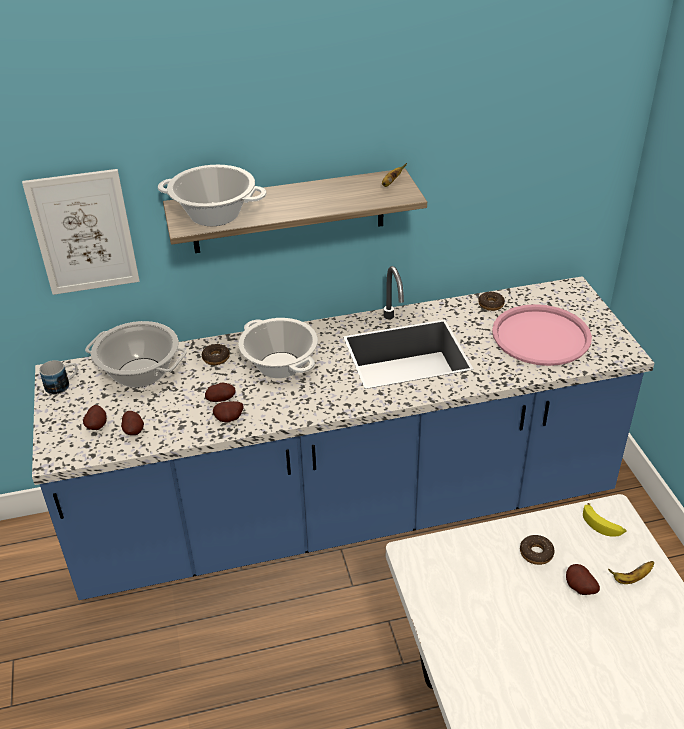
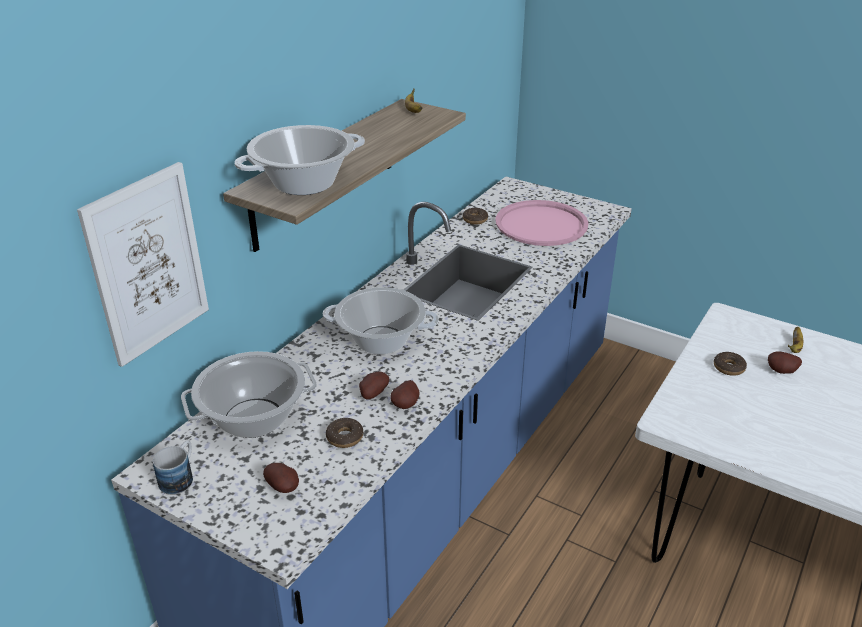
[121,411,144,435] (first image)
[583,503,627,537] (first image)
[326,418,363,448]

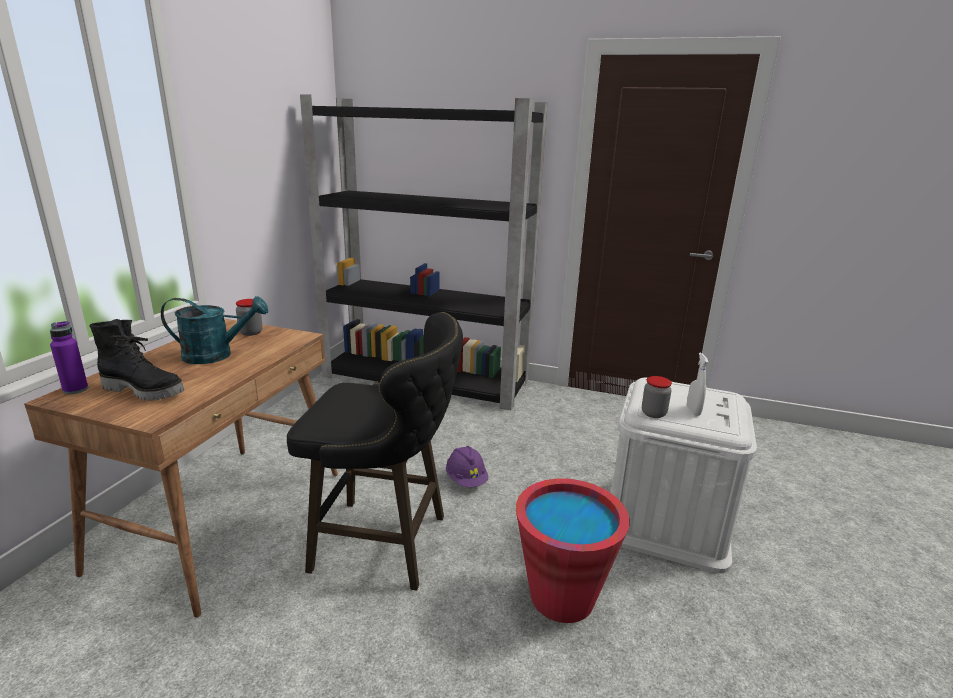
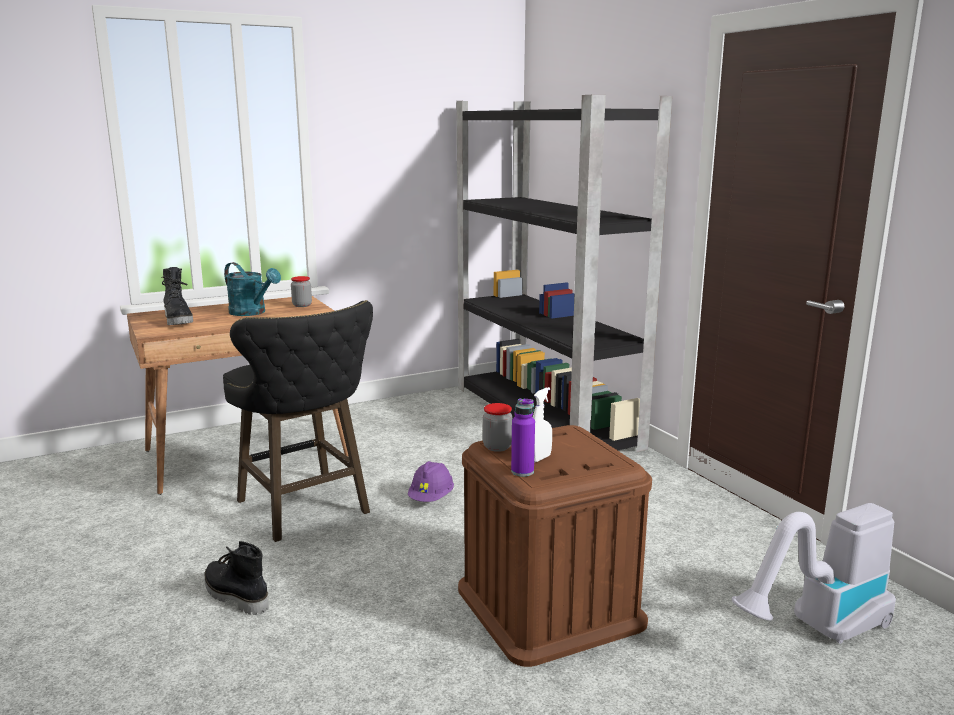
[516,478,630,623] (first image)
[205,541,269,615]
[731,503,896,644]
[511,398,535,477]
[458,425,652,667]

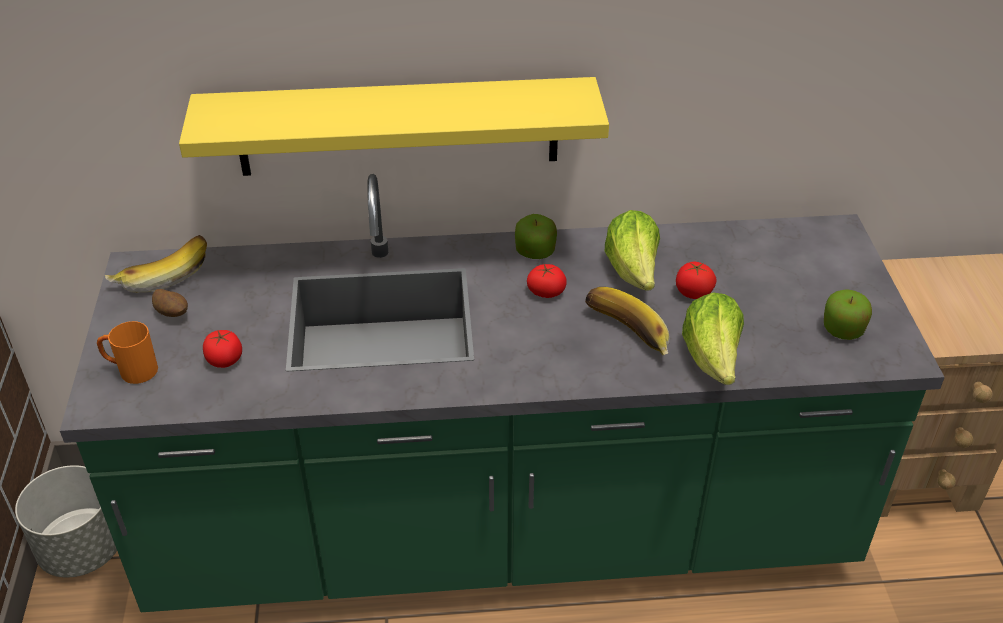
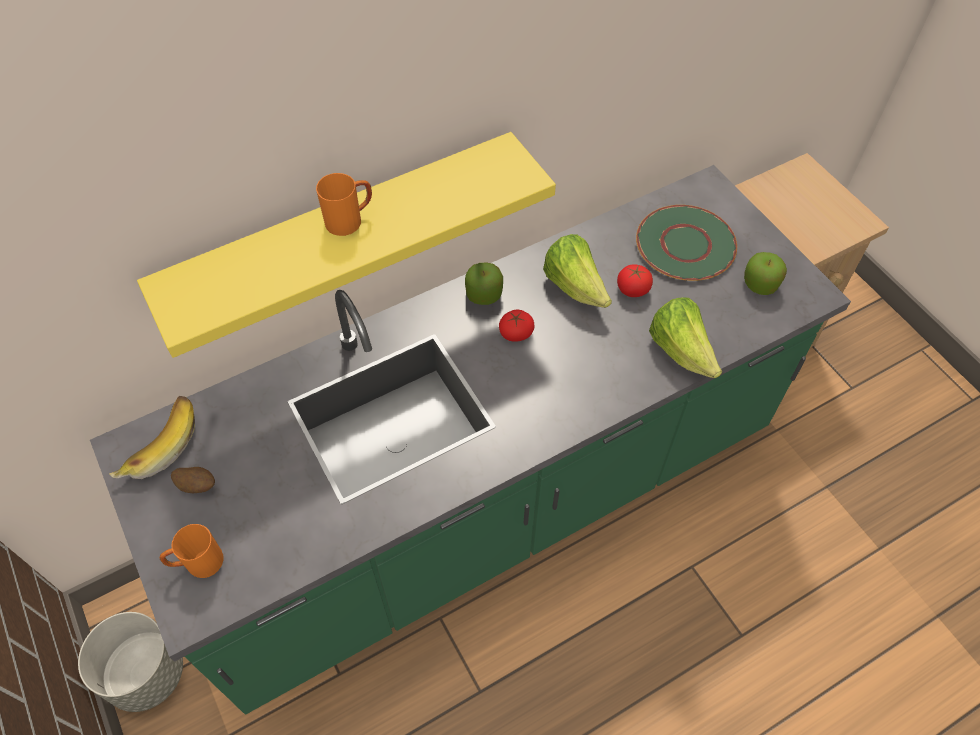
[203,330,242,368] (first image)
[585,287,669,355] (first image)
[316,173,372,236]
[636,205,737,281]

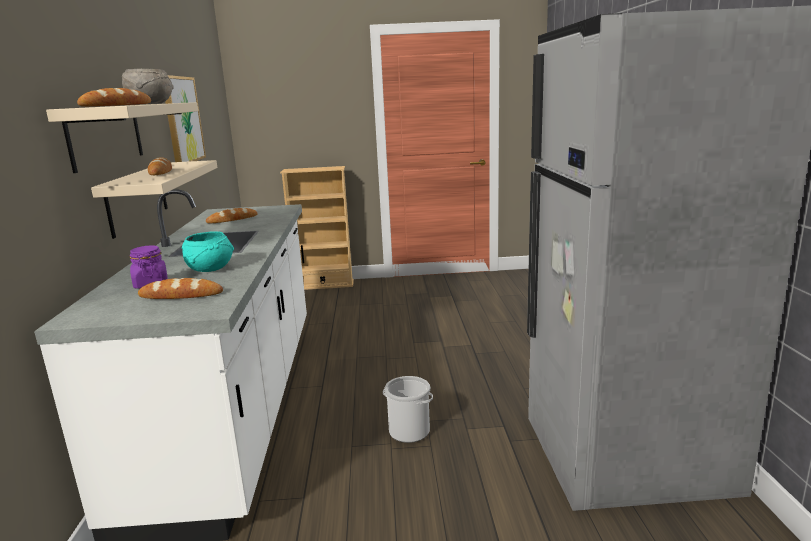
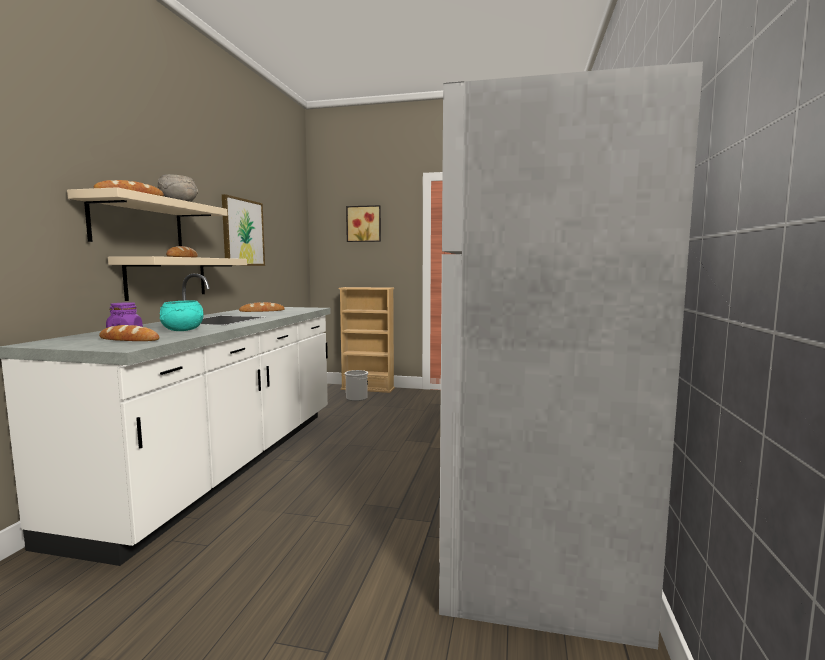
[346,205,381,242]
[344,370,368,401]

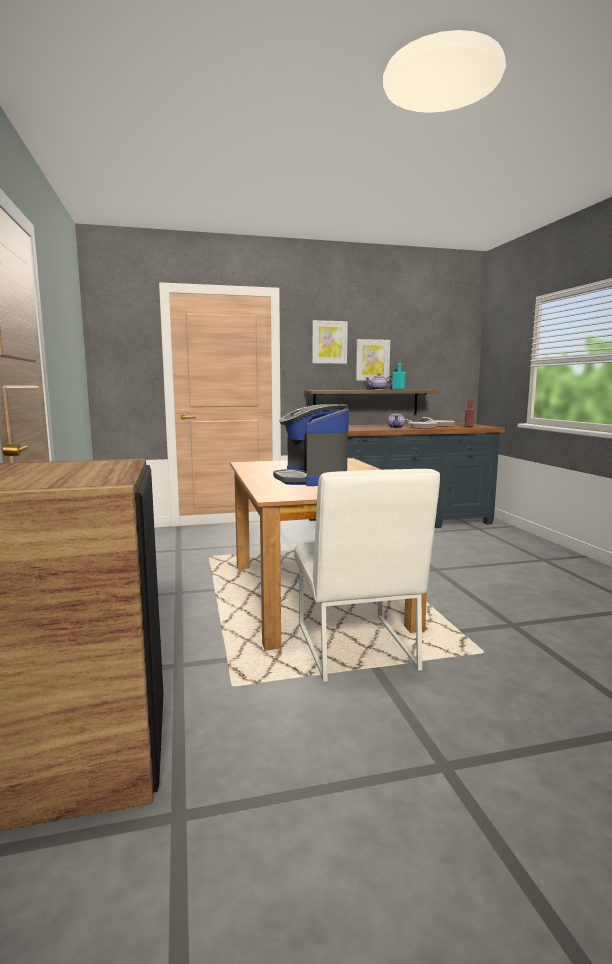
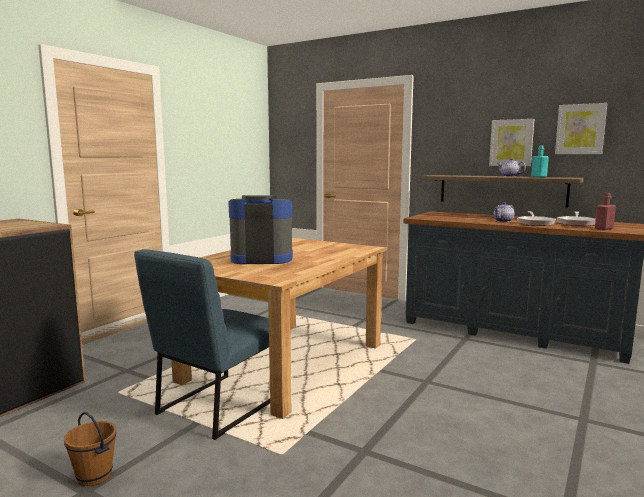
[64,412,116,486]
[555,103,607,154]
[134,249,270,440]
[228,195,293,264]

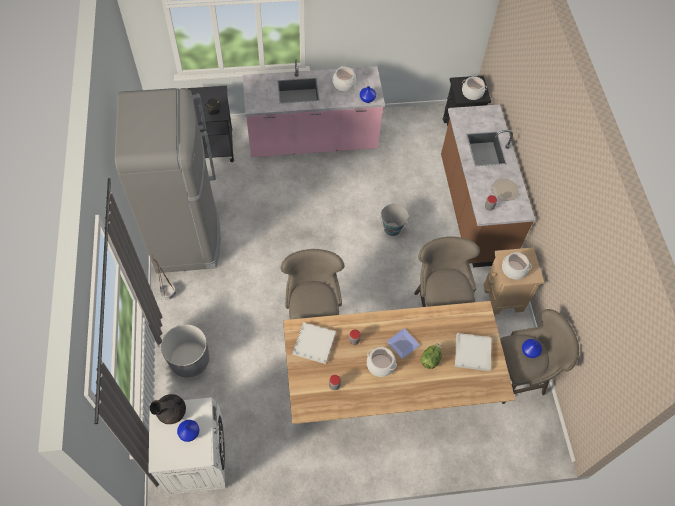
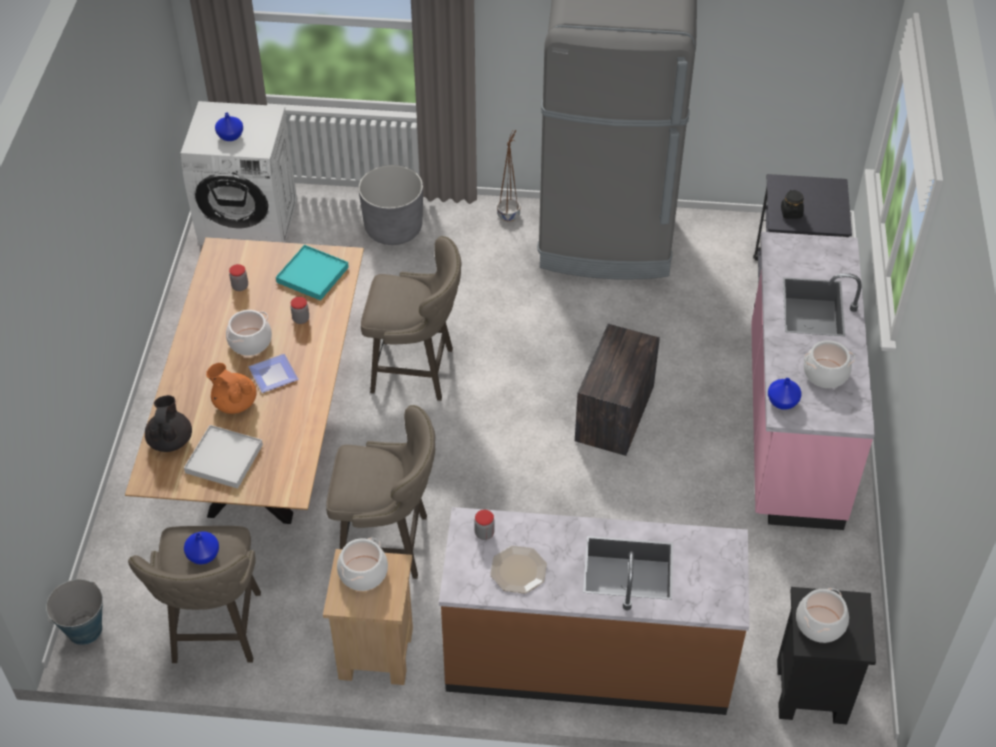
[575,324,660,456]
[145,395,192,452]
[46,579,103,645]
[206,363,256,414]
[276,245,349,301]

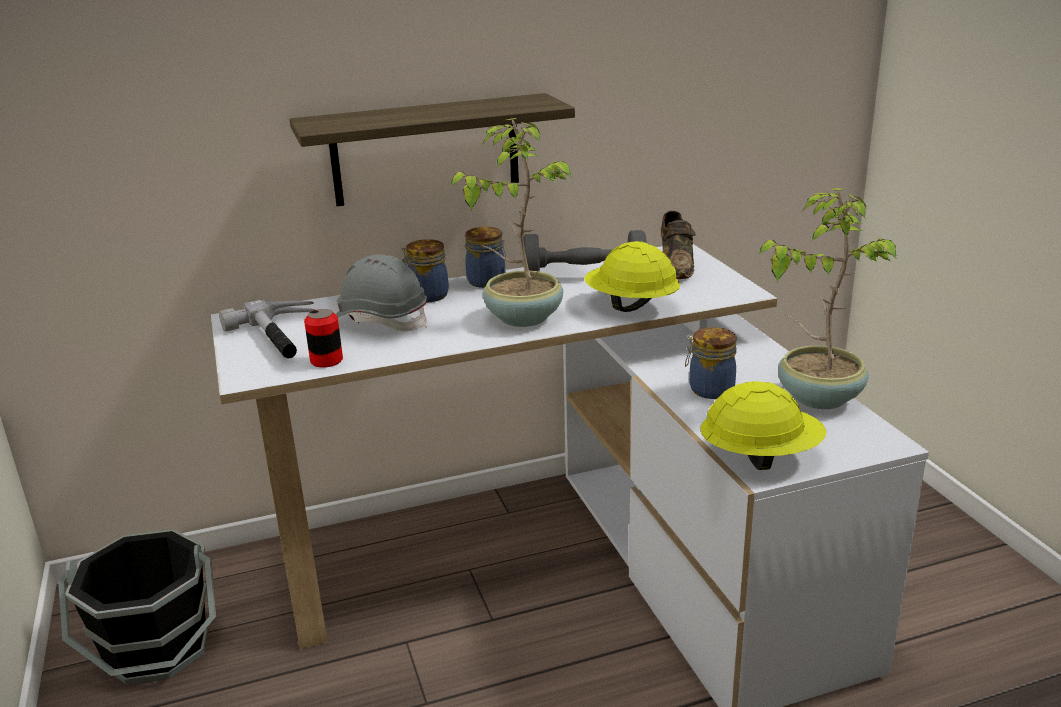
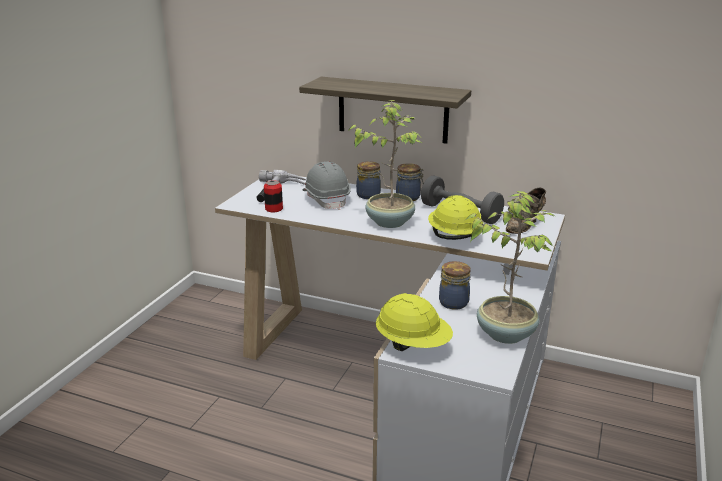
[58,529,216,685] (first image)

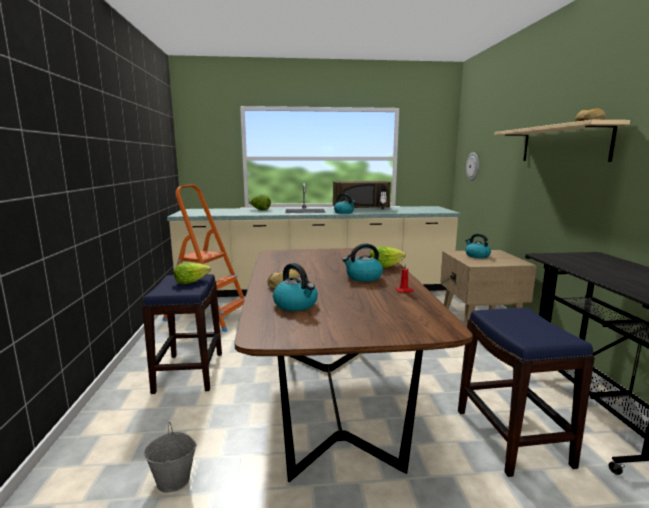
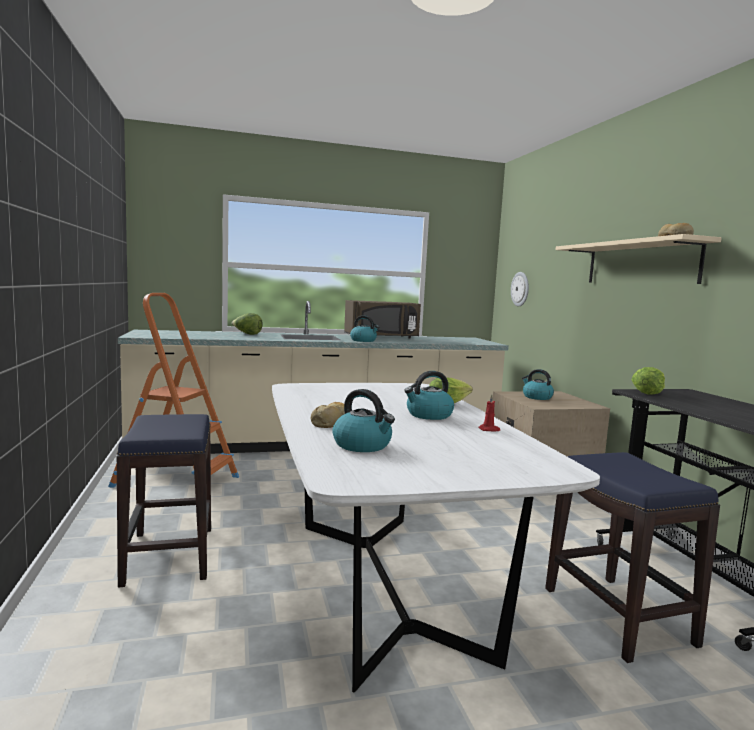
[144,422,197,493] (first image)
[631,367,665,395]
[272,383,600,693]

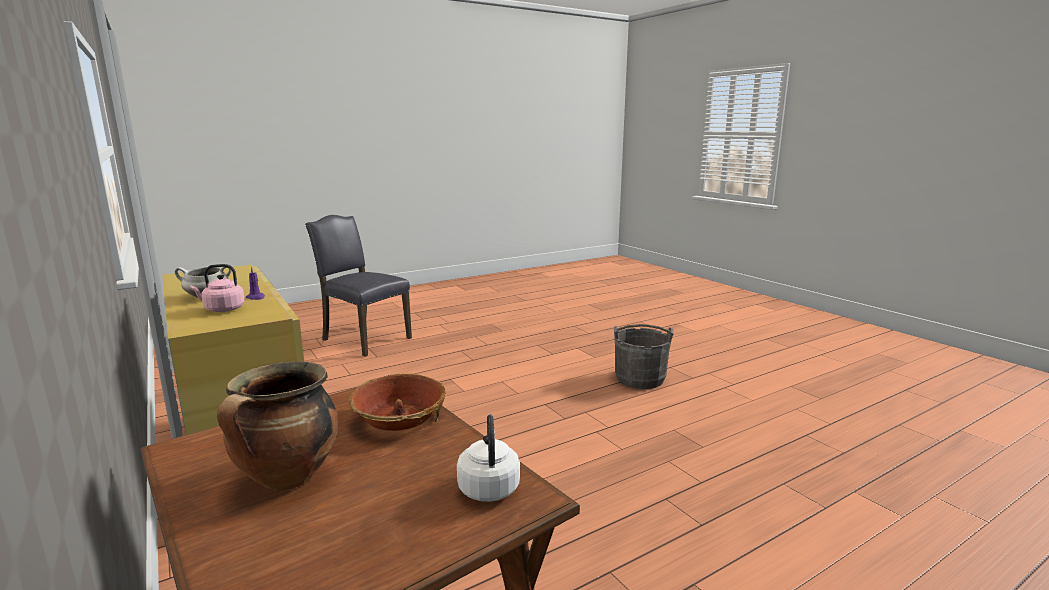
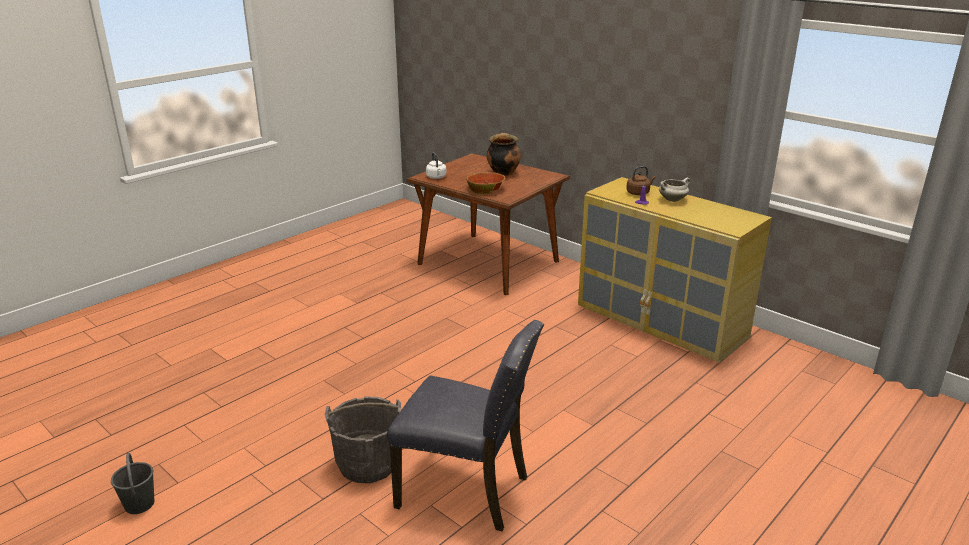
[111,453,154,514]
[387,320,544,531]
[626,166,656,195]

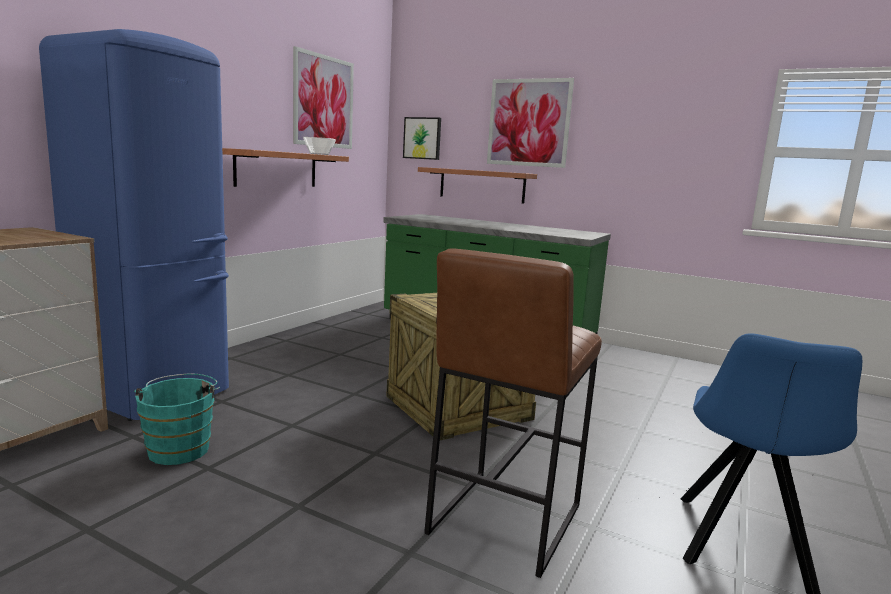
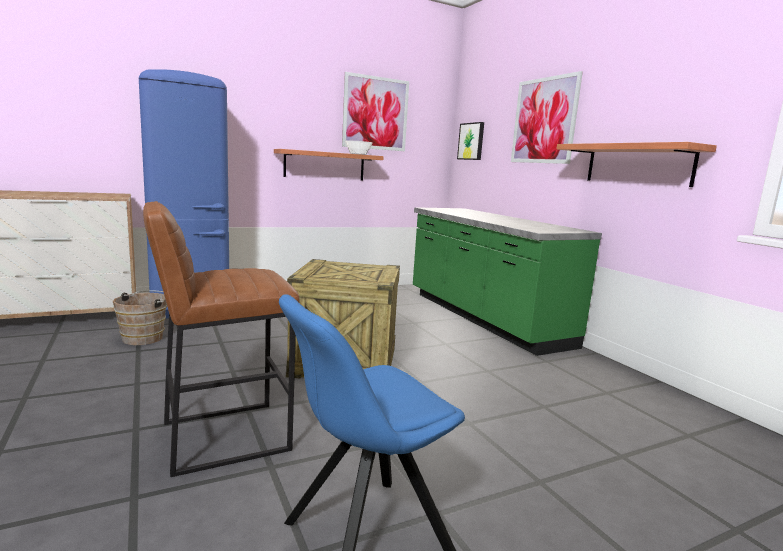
[557,142,717,187]
[113,291,167,345]

